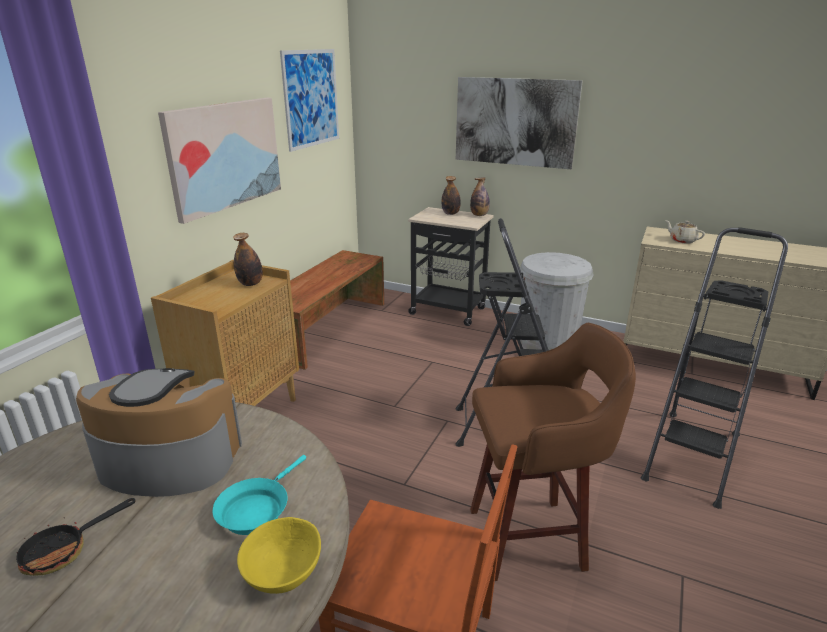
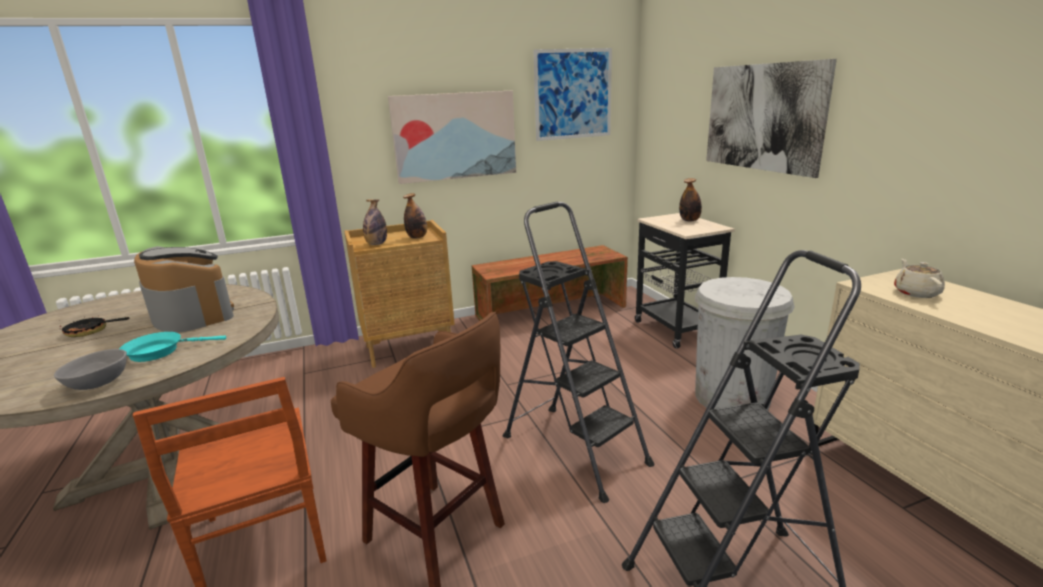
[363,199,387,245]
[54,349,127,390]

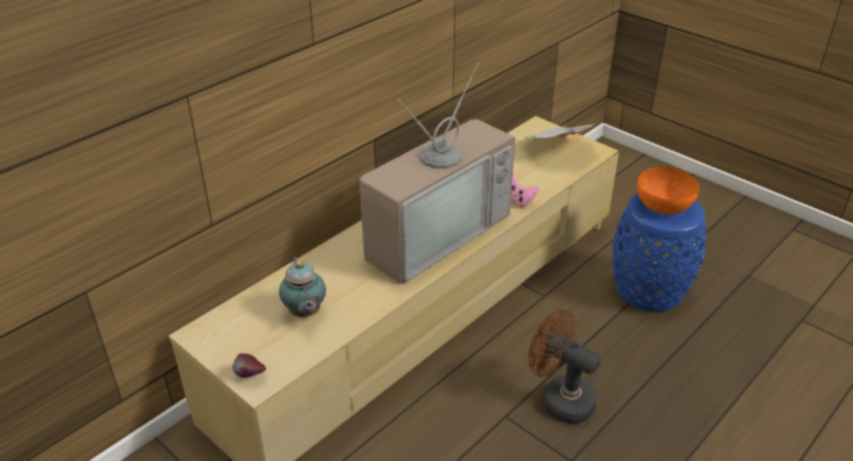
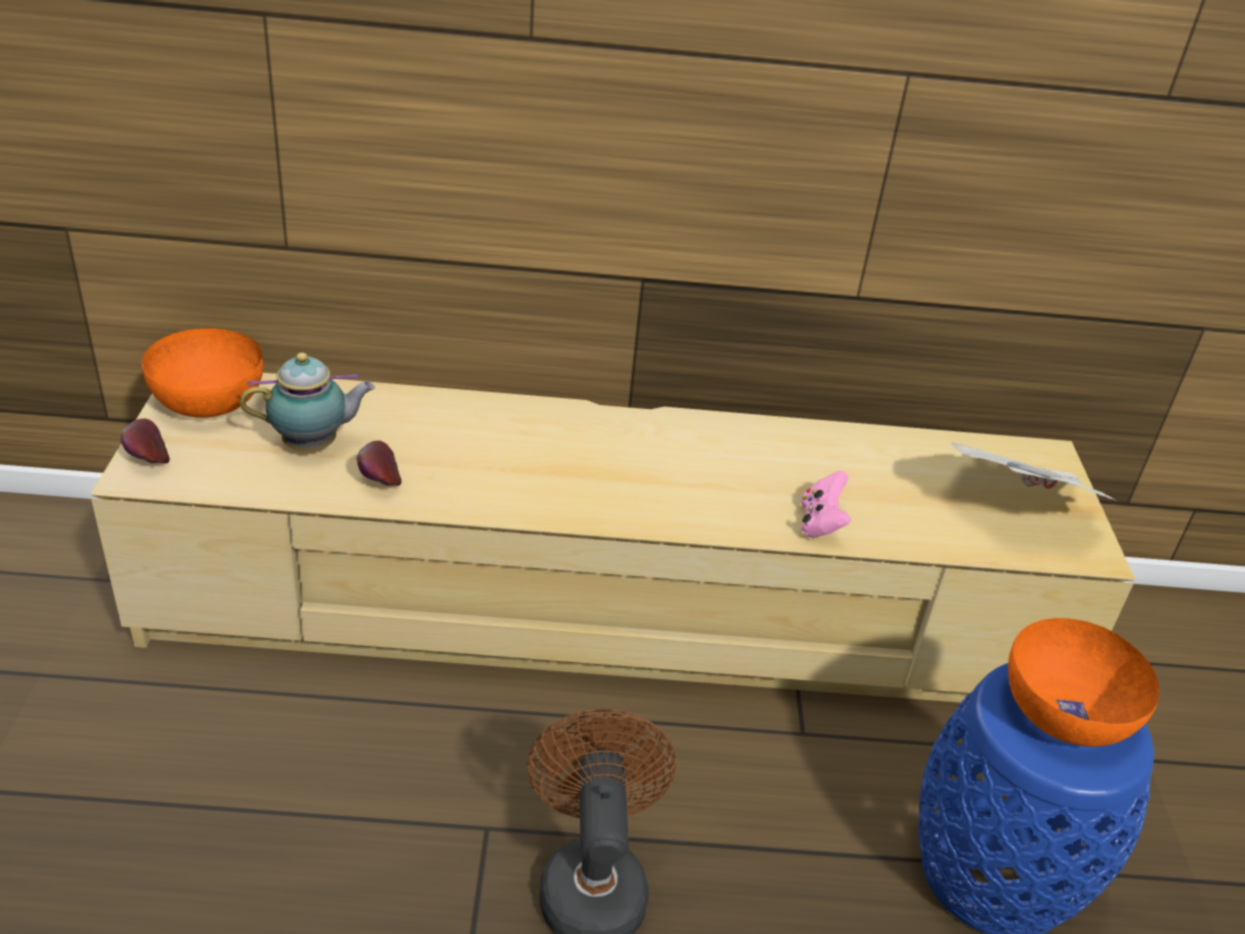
[359,62,515,284] (first image)
[141,328,263,418]
[356,441,401,486]
[240,353,375,451]

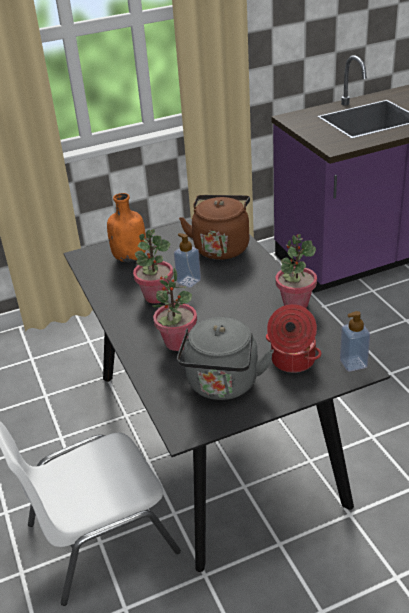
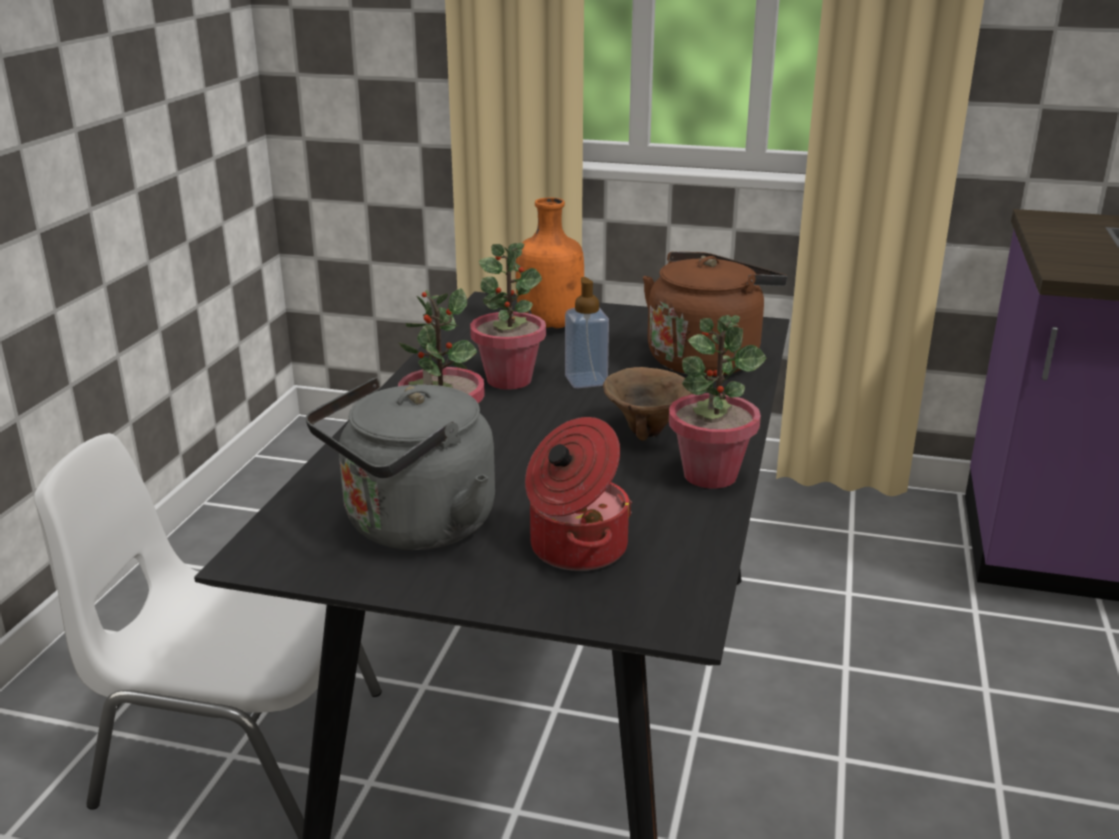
[340,311,370,372] (first image)
[603,367,692,441]

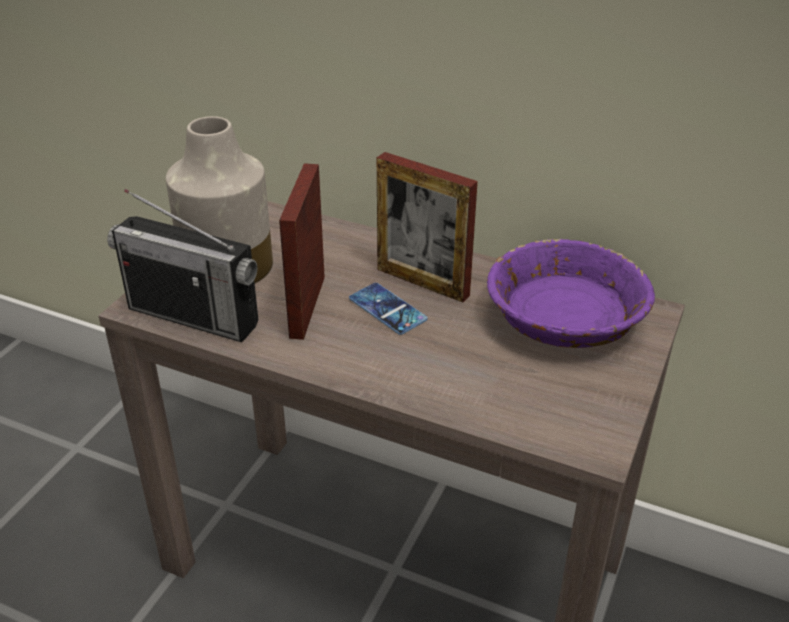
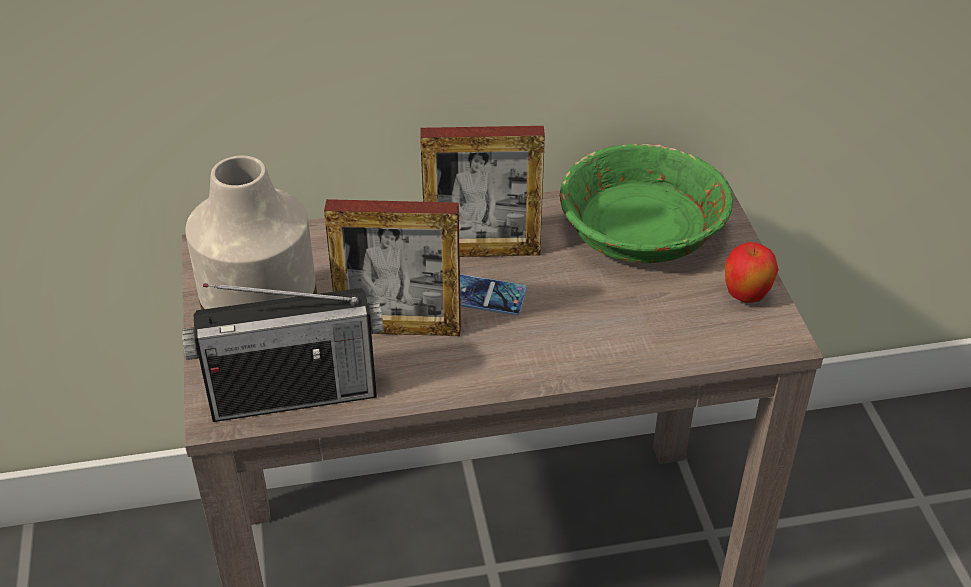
[725,242,779,303]
[559,144,733,263]
[324,199,461,336]

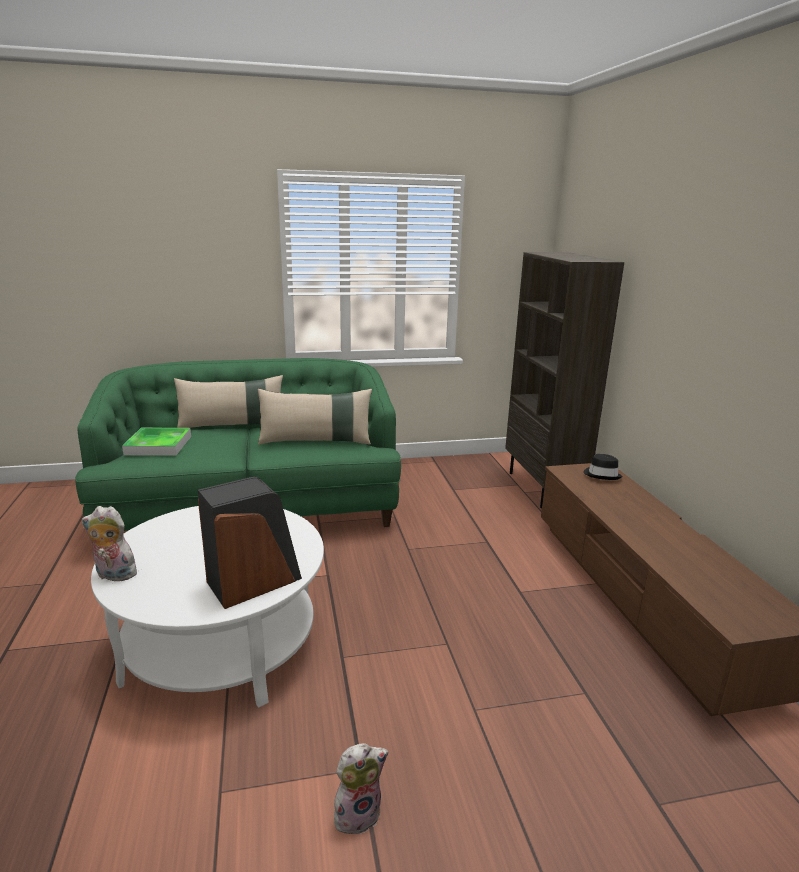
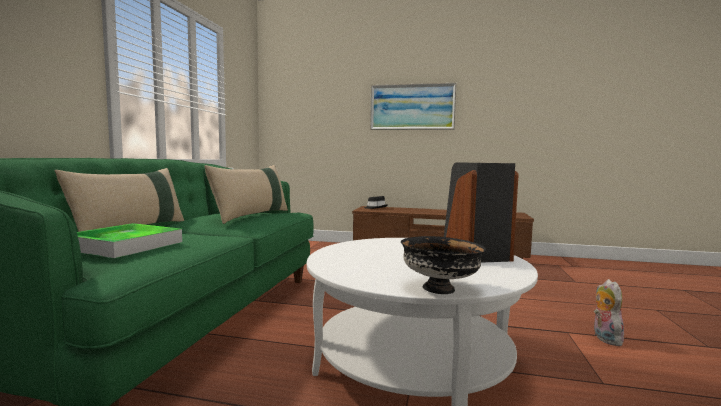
[505,252,624,508] (first image)
[370,83,456,130]
[401,236,486,294]

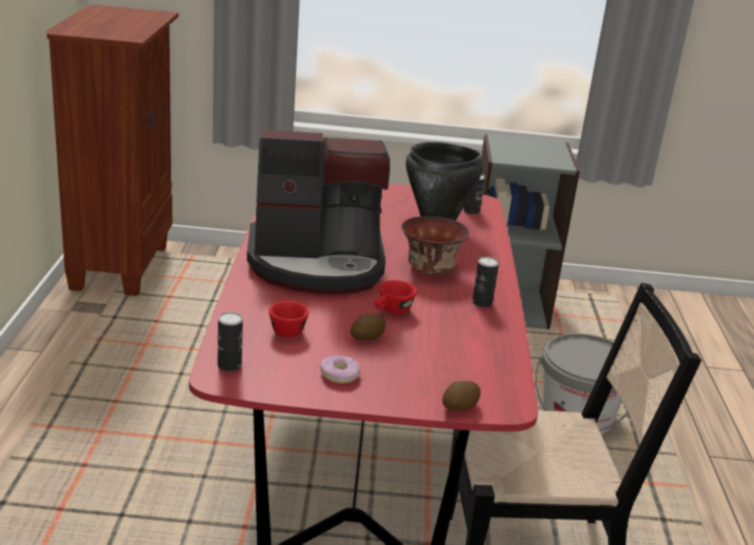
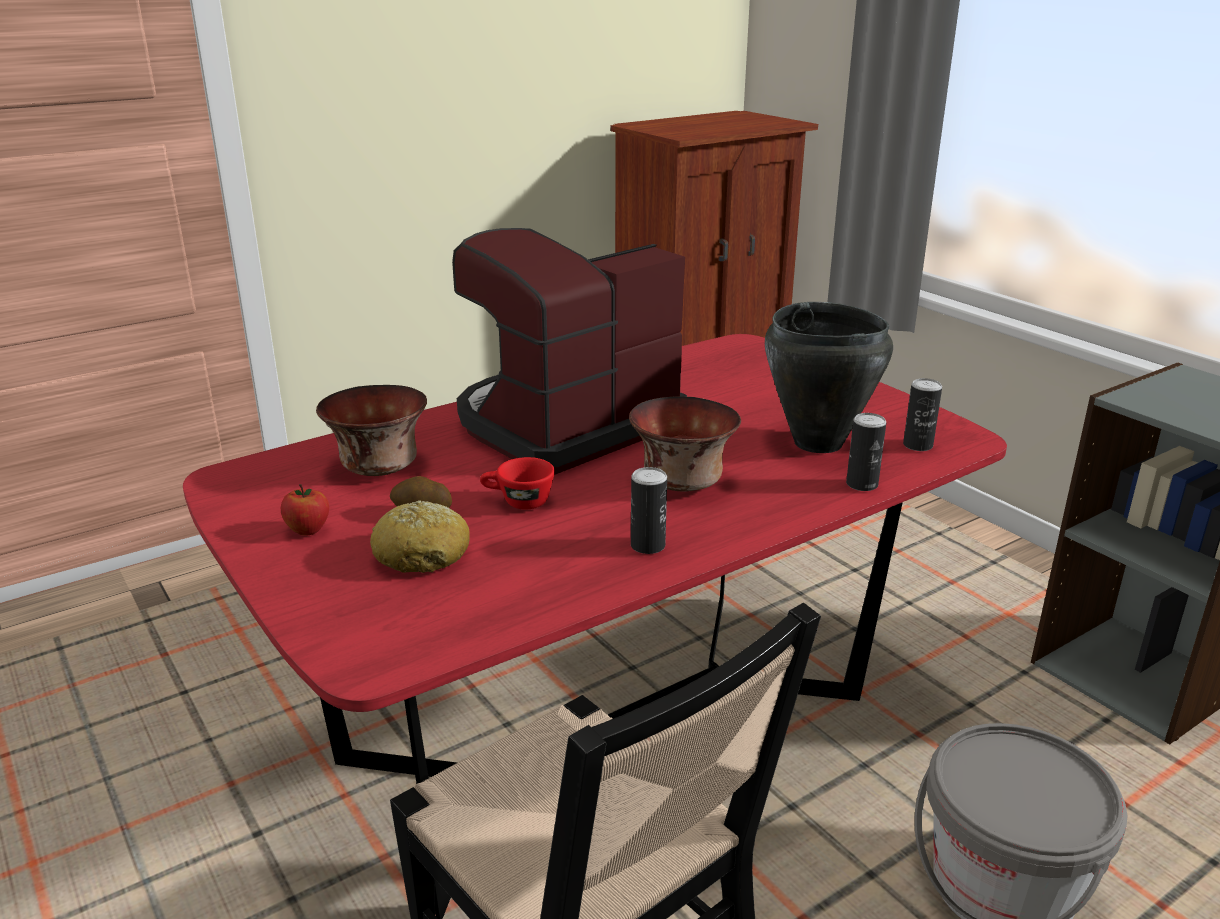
[442,381,481,411] (first image)
[370,500,470,573]
[846,413,886,491]
[316,385,427,476]
[281,484,329,536]
[452,228,687,474]

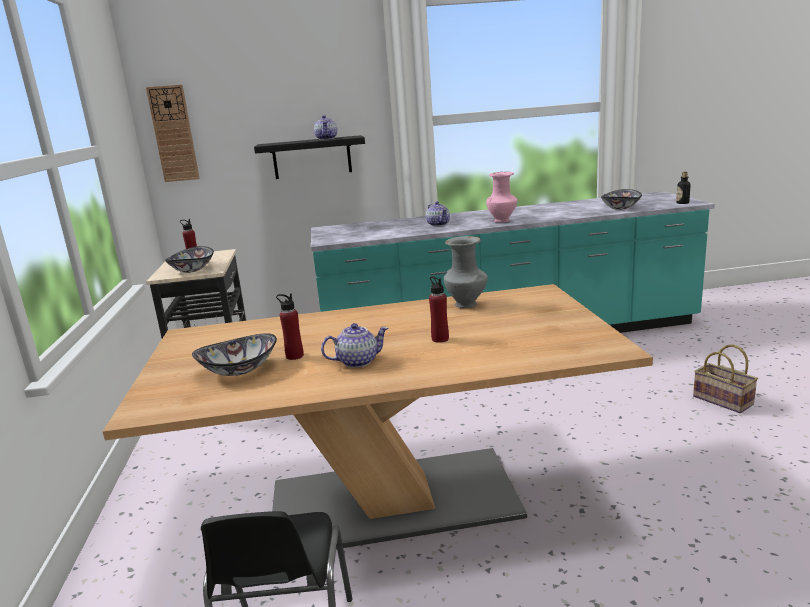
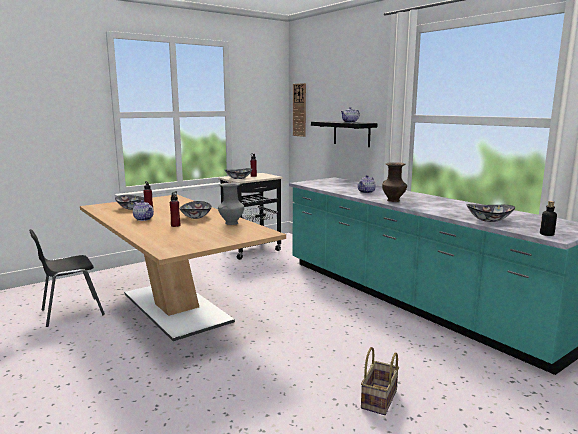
[179,201,212,219]
[382,162,407,202]

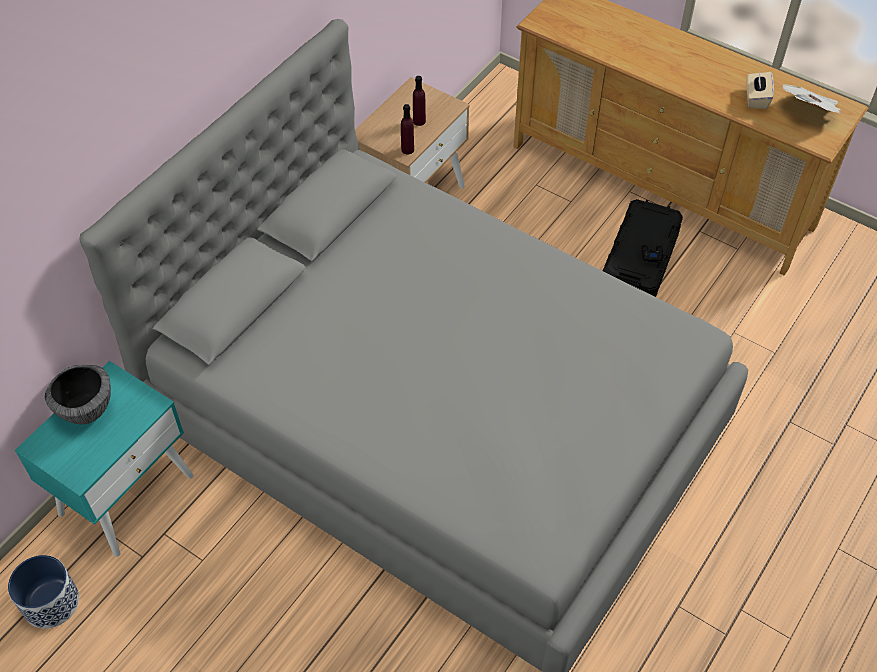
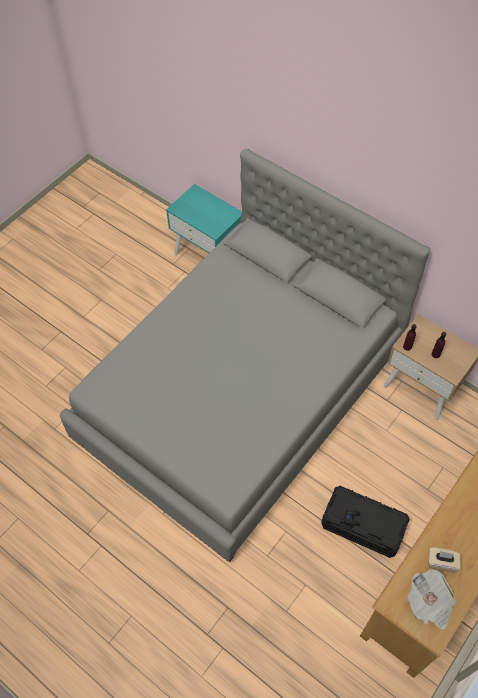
[8,555,79,629] (first image)
[45,365,111,424] (first image)

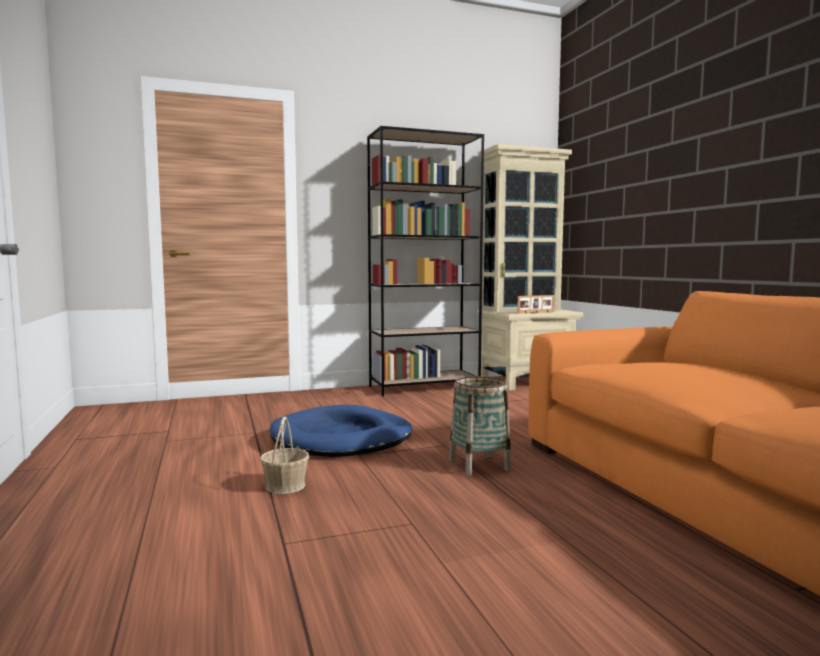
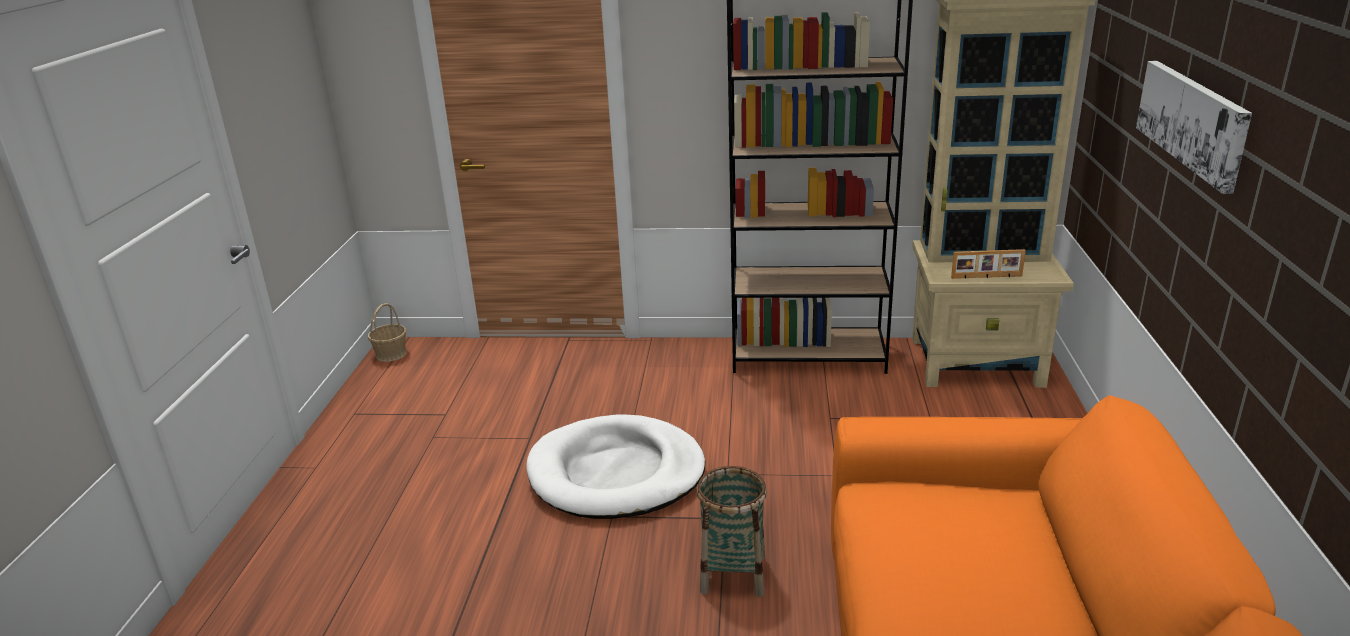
[1136,61,1252,194]
[368,303,407,362]
[526,415,705,519]

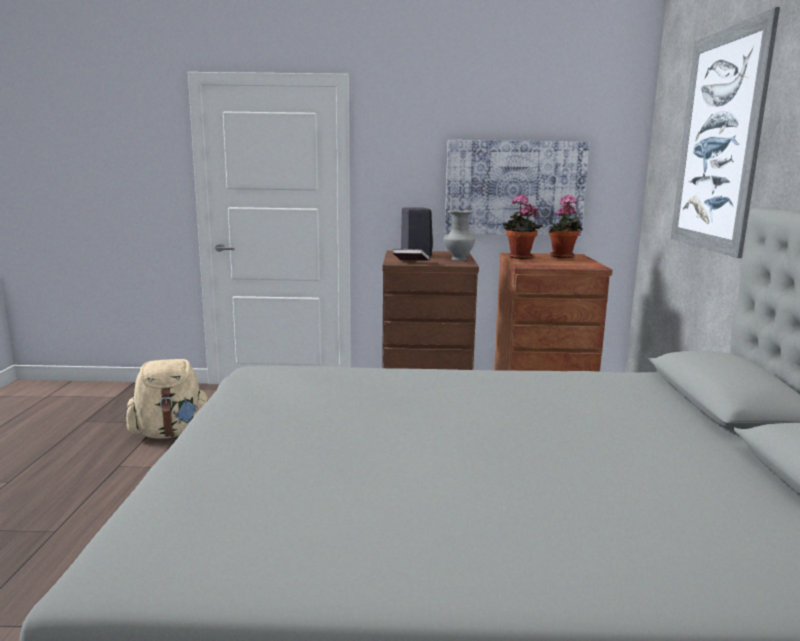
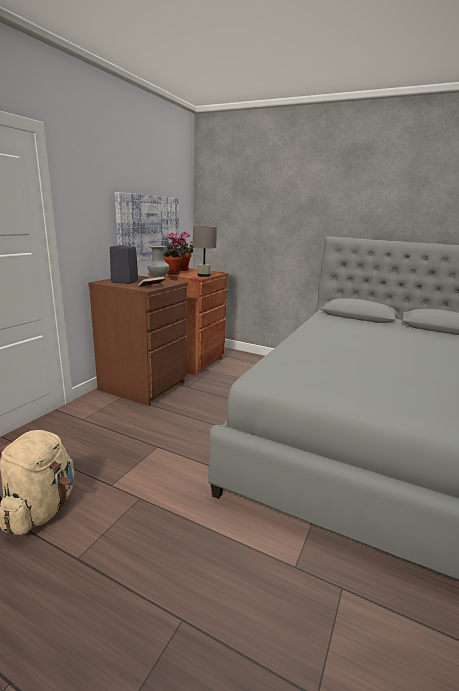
[671,7,780,258] (first image)
[193,226,217,277]

